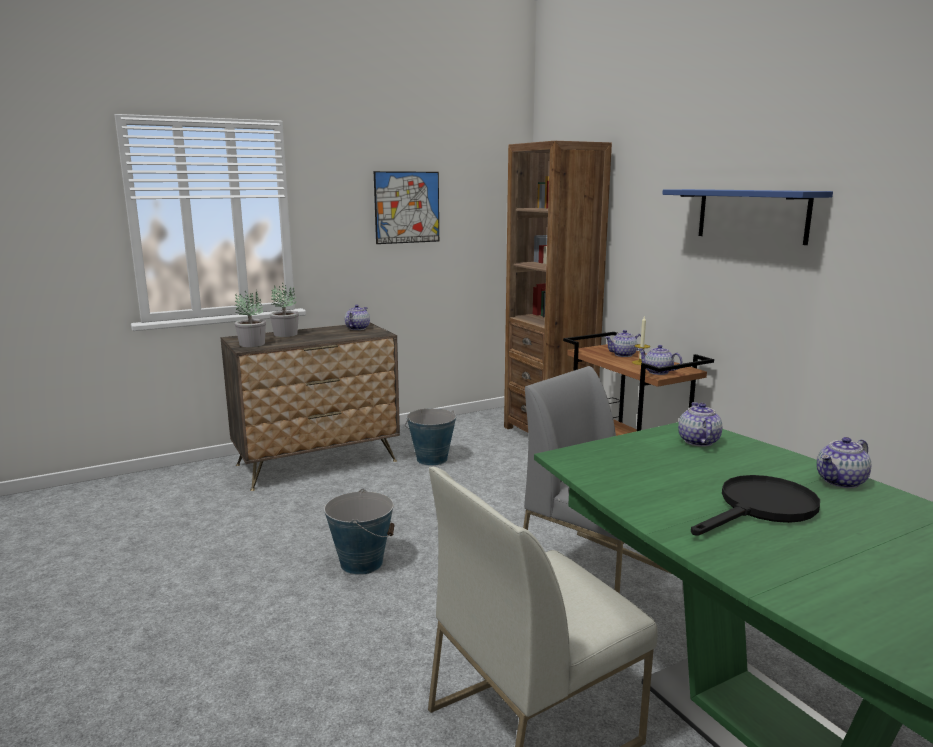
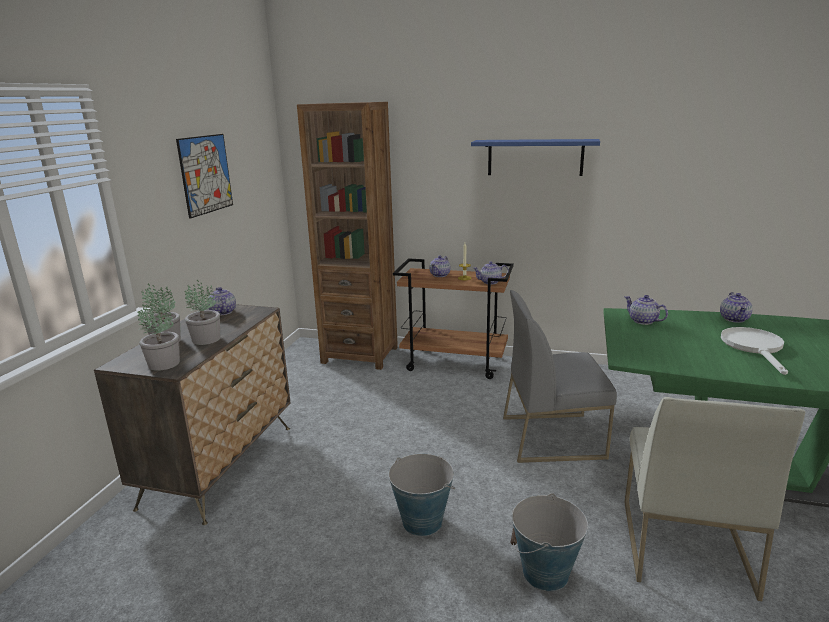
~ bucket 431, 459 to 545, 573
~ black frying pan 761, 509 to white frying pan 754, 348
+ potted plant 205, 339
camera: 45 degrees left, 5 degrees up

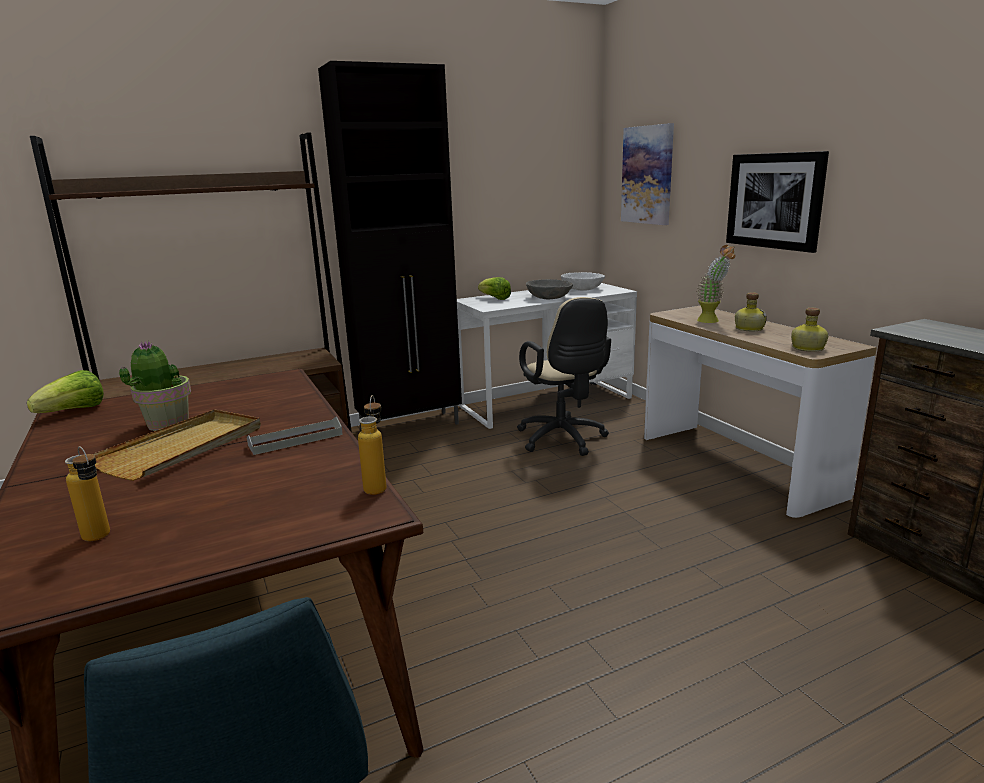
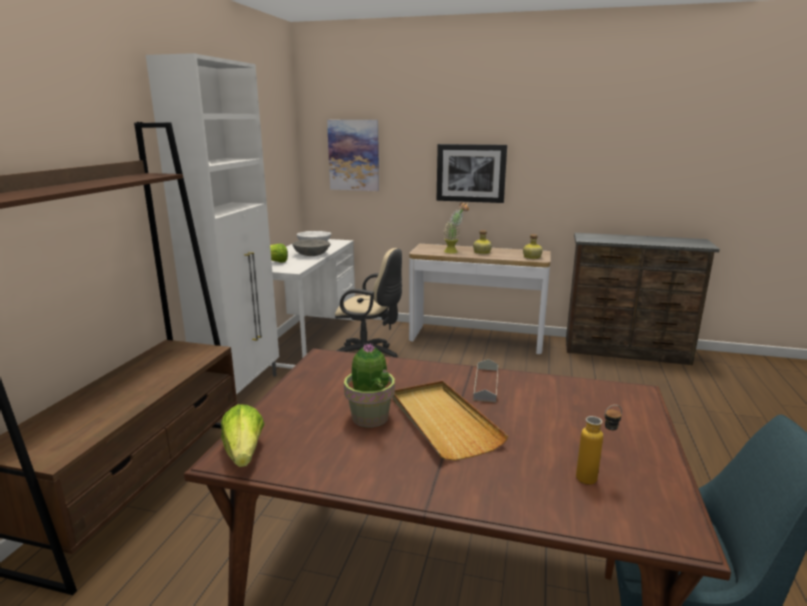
~ black cabinet 411, 426 to white cabinet 242, 391
- bottle 377, 486
camera: 50 degrees left, 0 degrees up

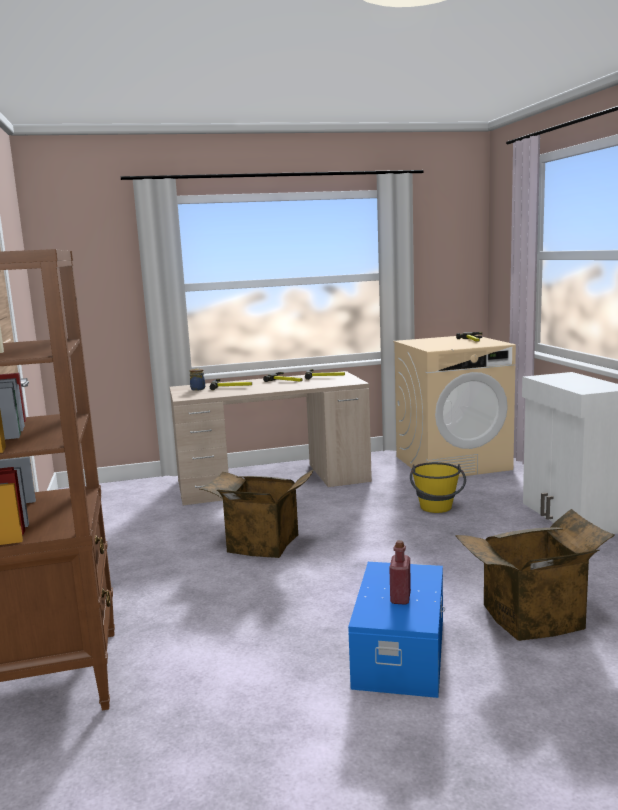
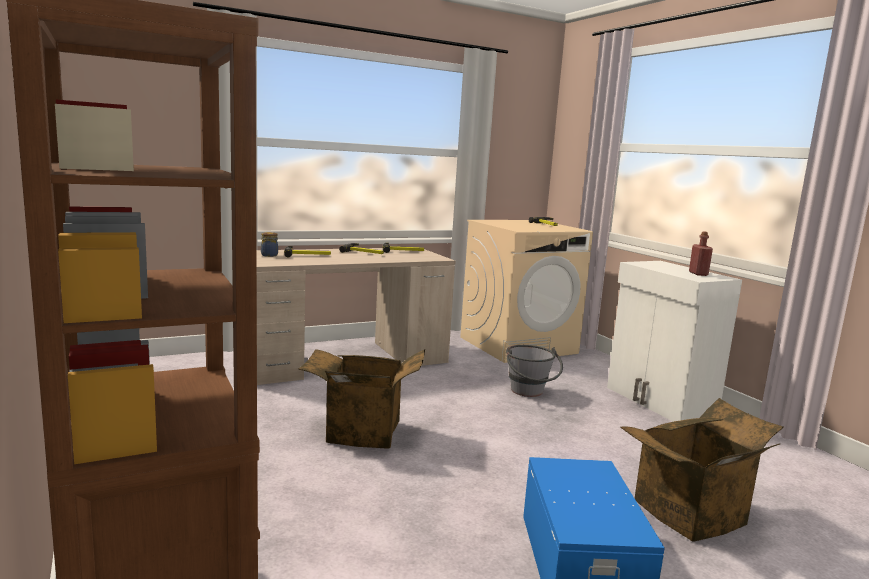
~ yellow bucket 437, 509 to grey bucket 529, 393
~ red bottle 400, 598 to 698, 274
camera: 15 degrees left, 0 degrees up

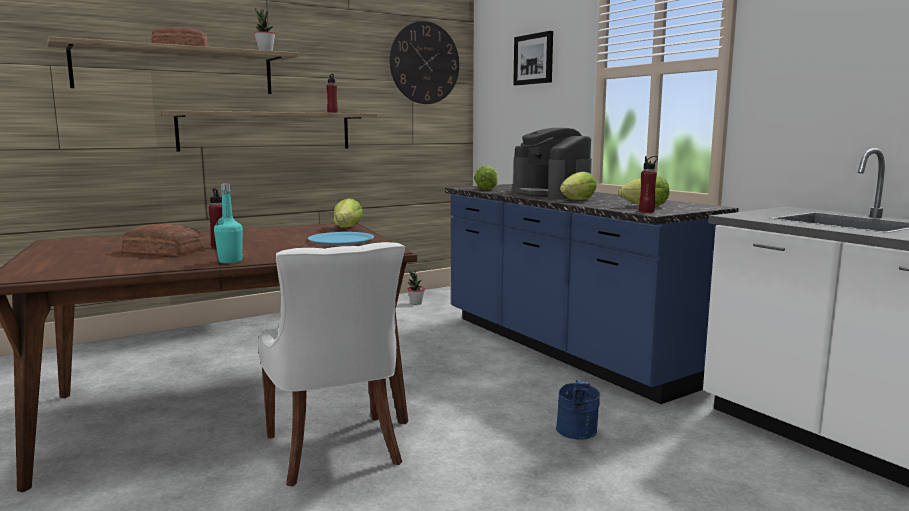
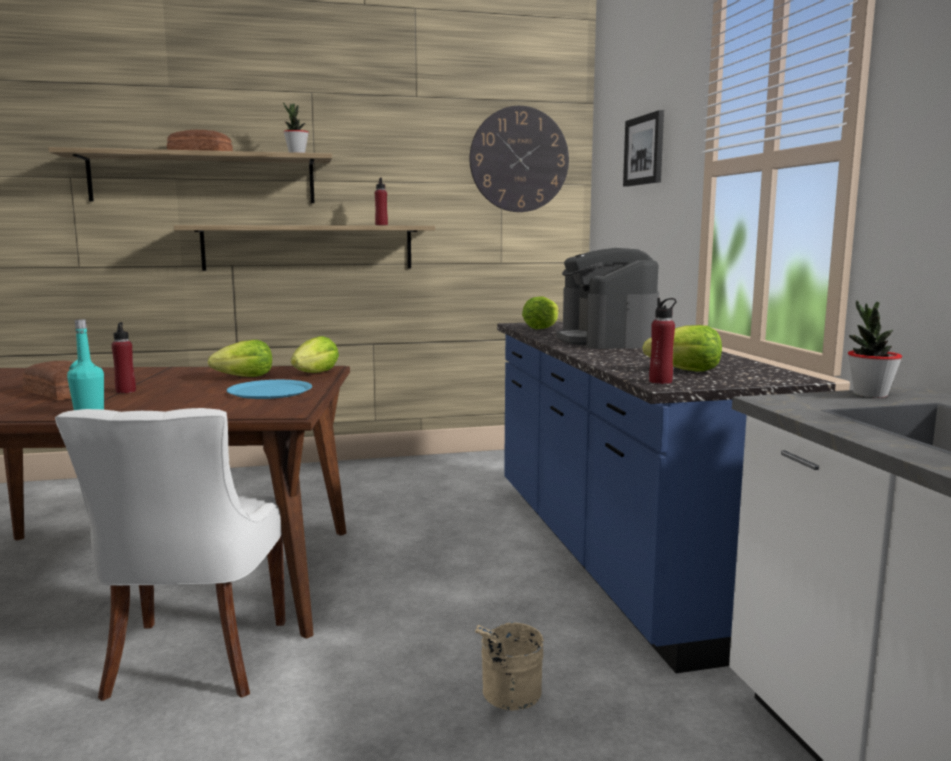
~ lettuce 578, 200 to 245, 377
~ potted plant 416, 303 to 870, 394
~ blue bucket 577, 434 to beige bucket 507, 699
camera: 20 degrees right, 0 degrees up

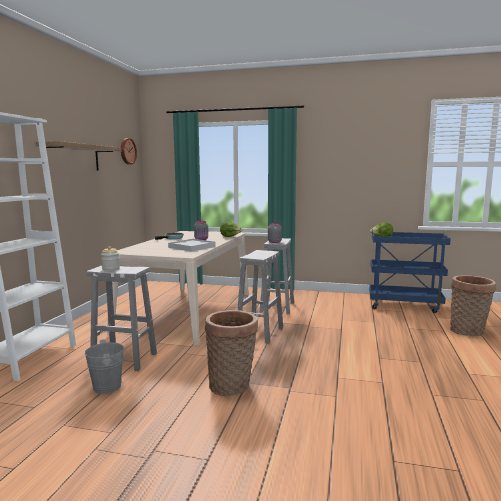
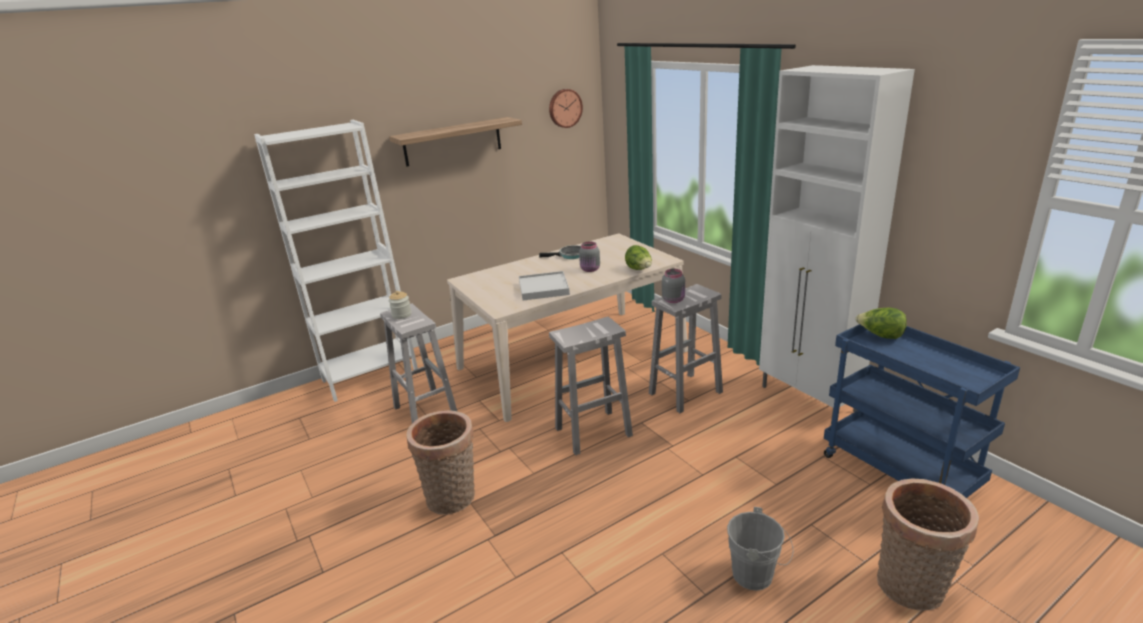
~ grey bucket 110, 386 to 757, 575
+ white cabinet 808, 399
camera: 45 degrees right, 15 degrees up

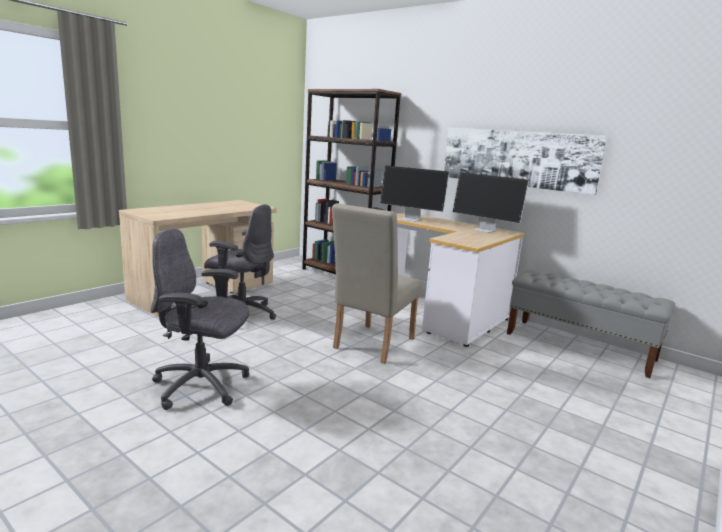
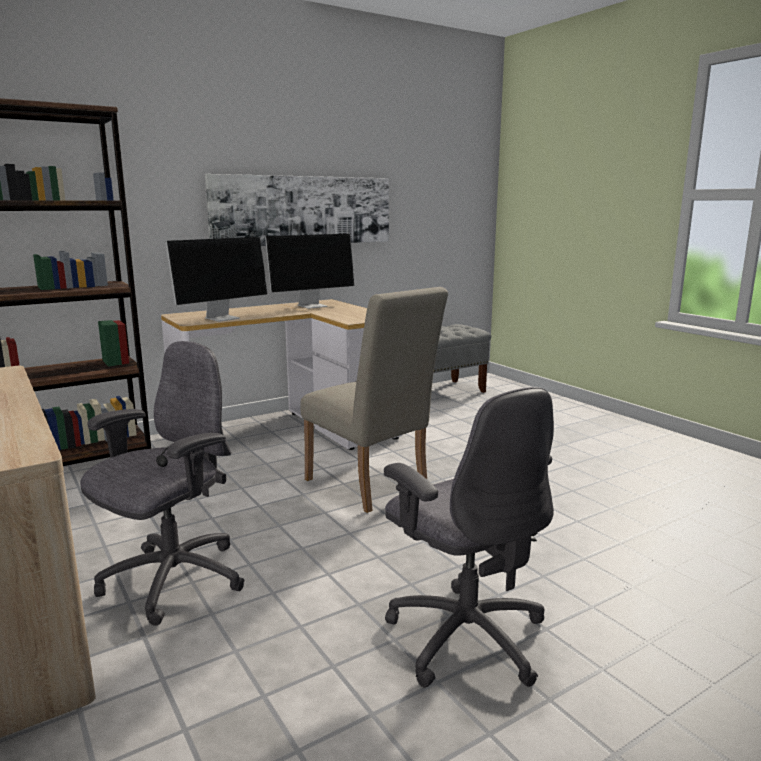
~ grey office chair 202, 386 = 466, 636 60 degrees counterclockwise
camera: 70 degrees left, 0 degrees up

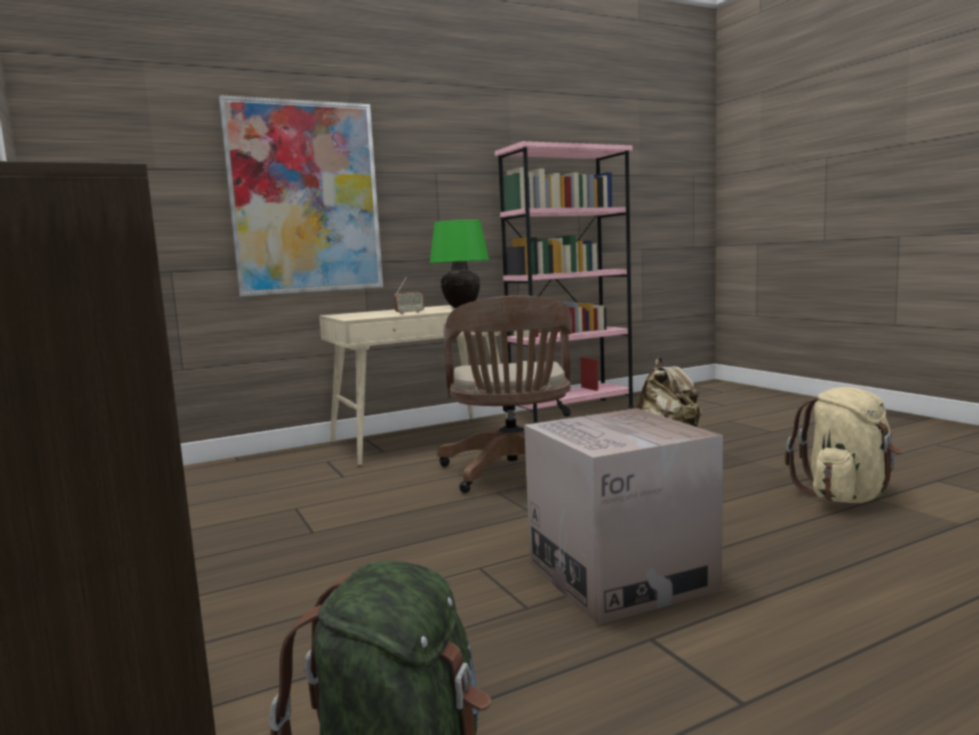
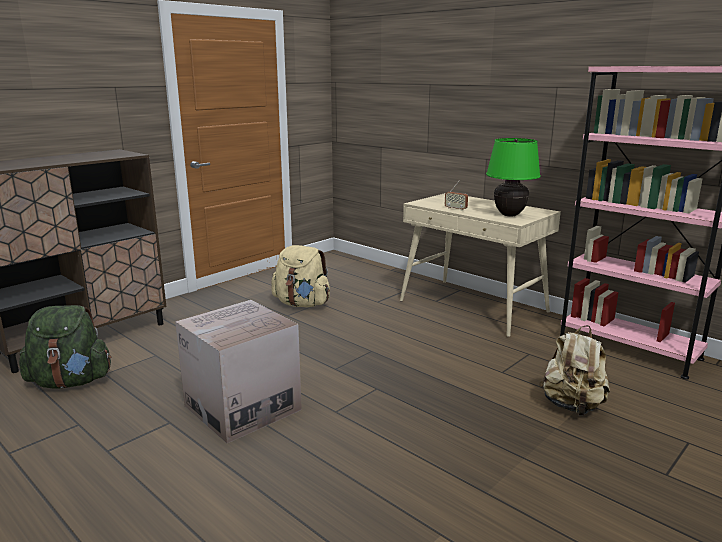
- picture 305, 198
- brown office chair 513, 473
~ beige backpack 846, 496 to 302, 304
camera: 70 degrees right, 10 degrees up

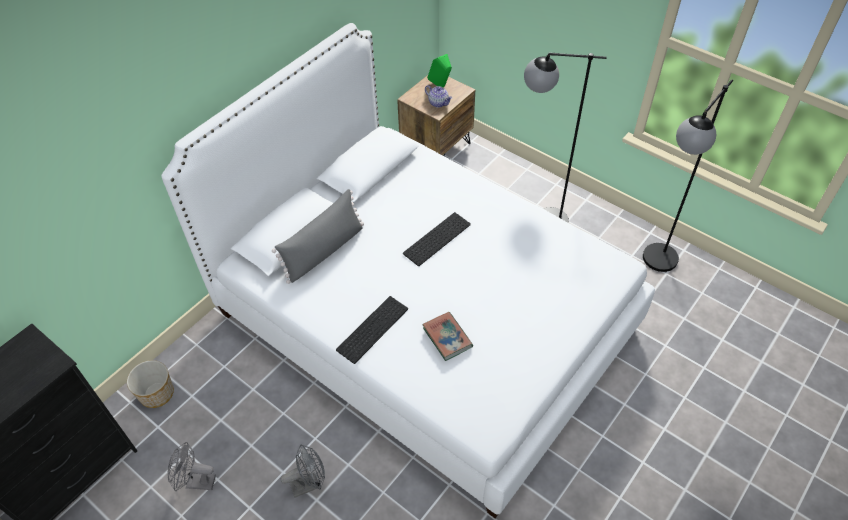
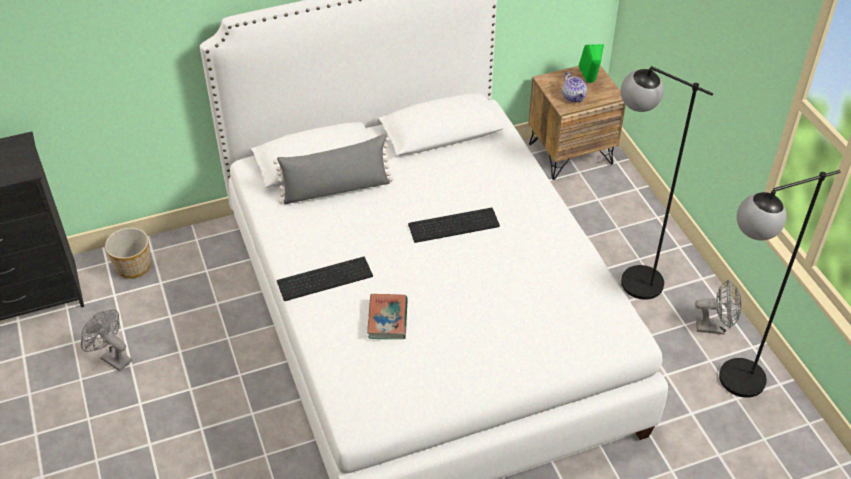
~ grey fan 309, 483 to 715, 327
camera: 30 degrees right, 5 degrees down

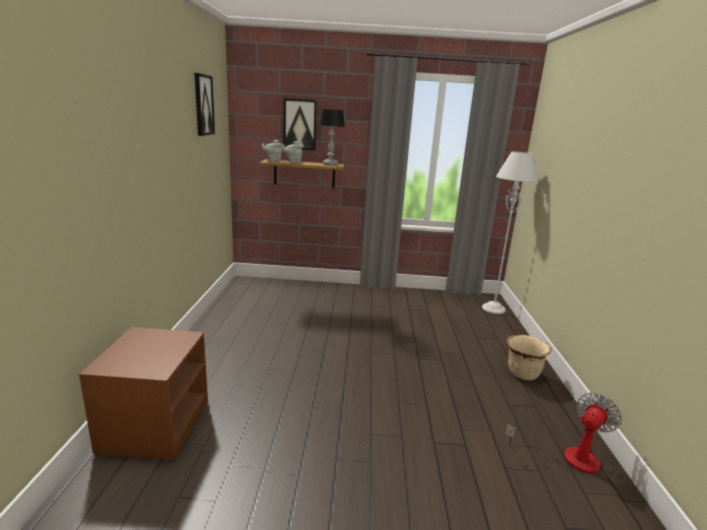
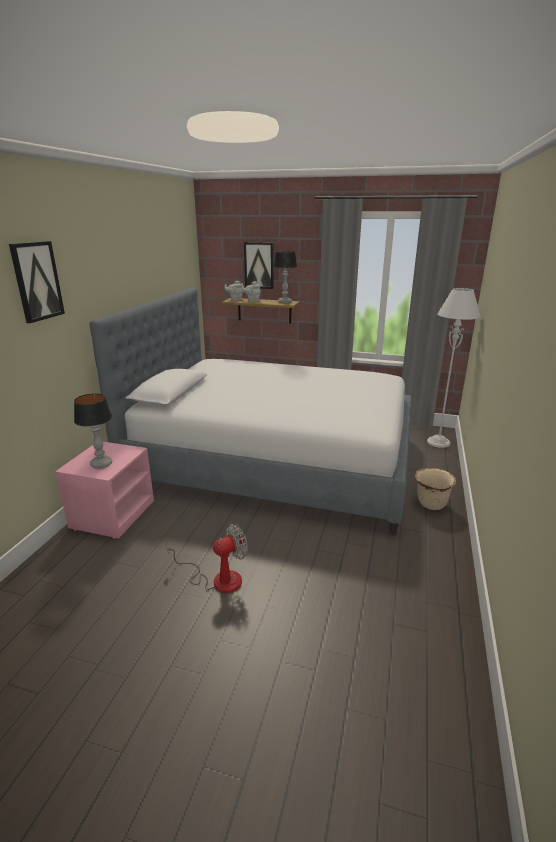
~ picture 203, 105 to 37, 281
~ brown nightstand 155, 425 to pink nightstand 112, 514
~ fan 568, 459 to 217, 579
+ bed 275, 460
+ table lamp 102, 464
camera: 15 degrees right, 5 degrees up

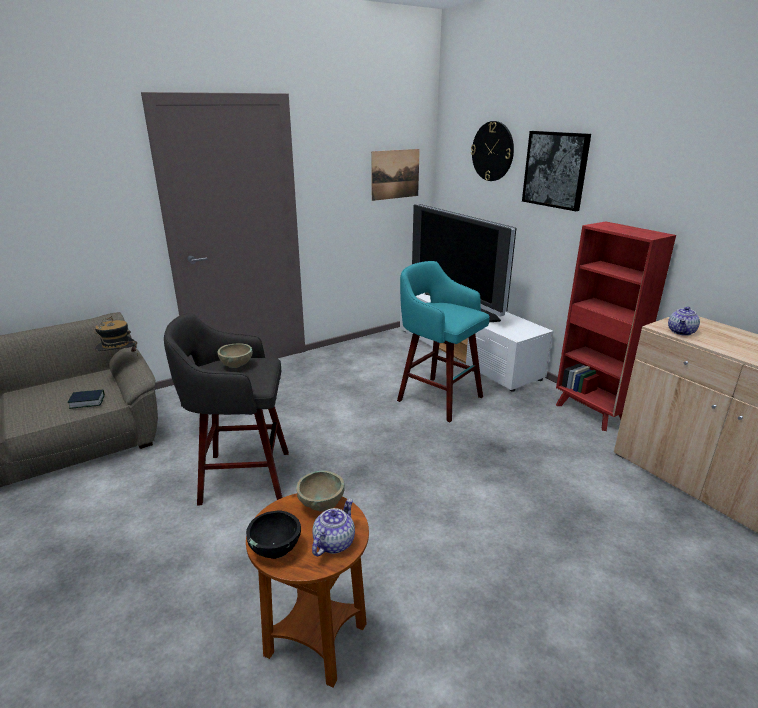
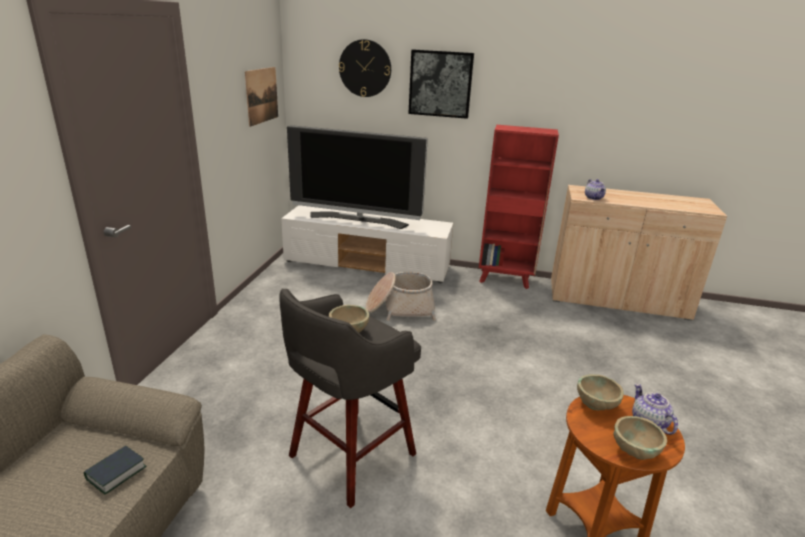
~ turquoise stool 437, 397 to basket 400, 308
- hat 119, 361
~ black bowl 275, 549 to beige bowl 633, 451
camera: 45 degrees left, 0 degrees up

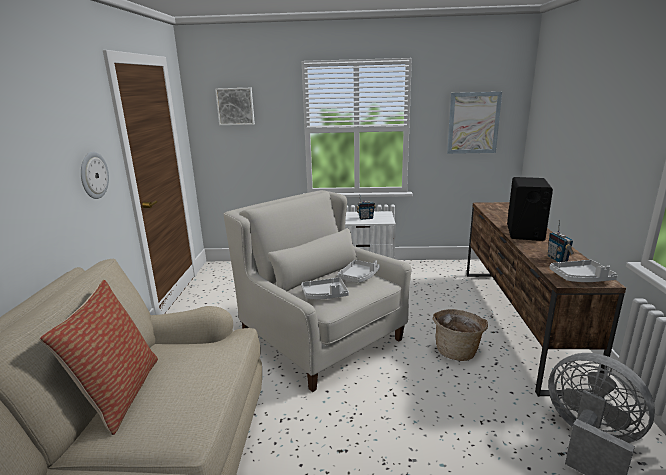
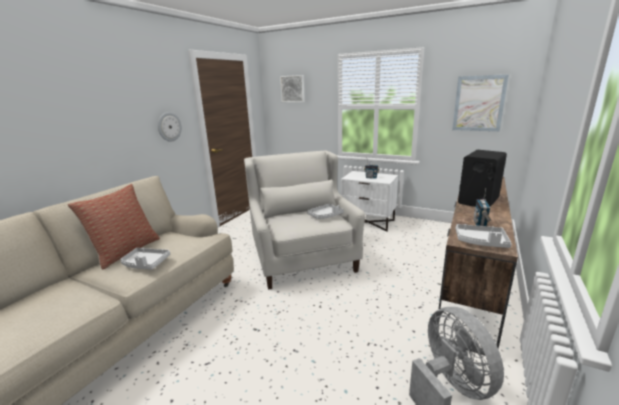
~ grey tray 325, 295 to 145, 263
- basket 457, 351
camera: 25 degrees right, 0 degrees up

